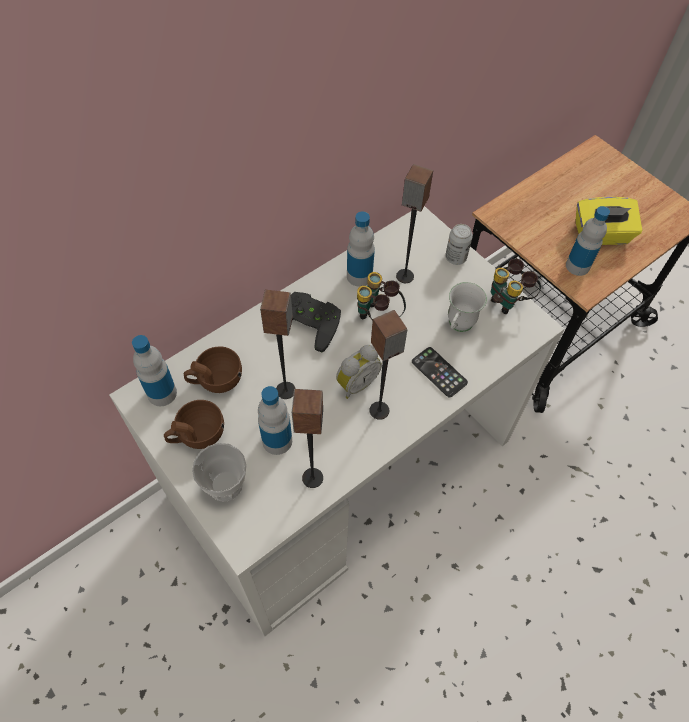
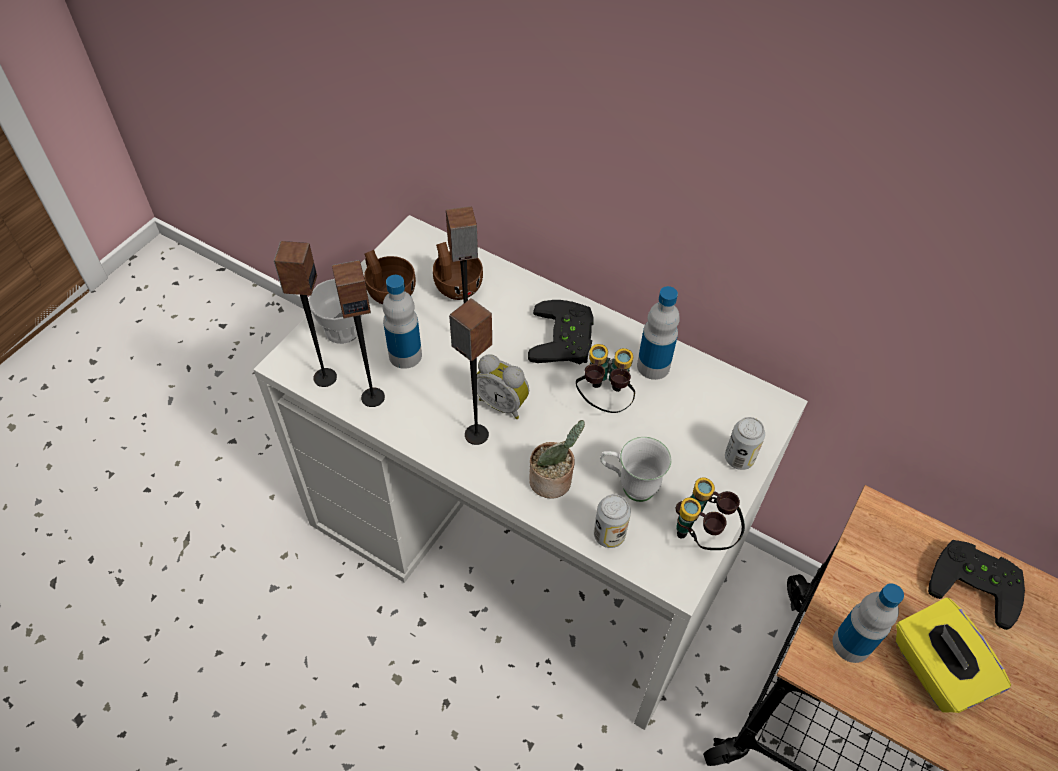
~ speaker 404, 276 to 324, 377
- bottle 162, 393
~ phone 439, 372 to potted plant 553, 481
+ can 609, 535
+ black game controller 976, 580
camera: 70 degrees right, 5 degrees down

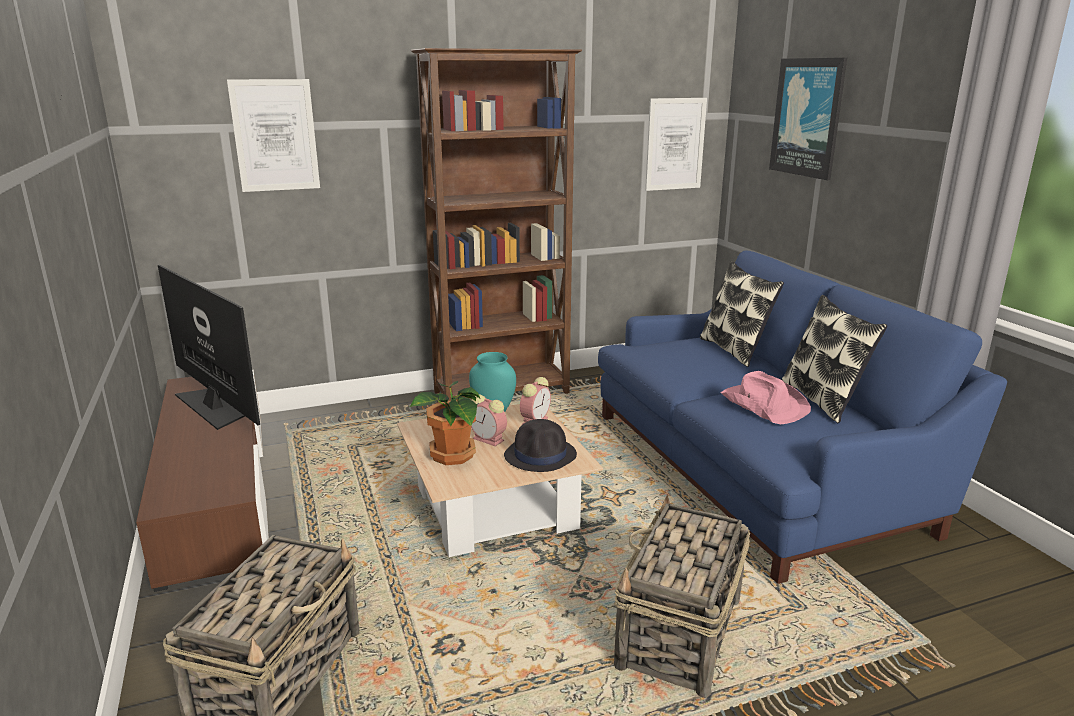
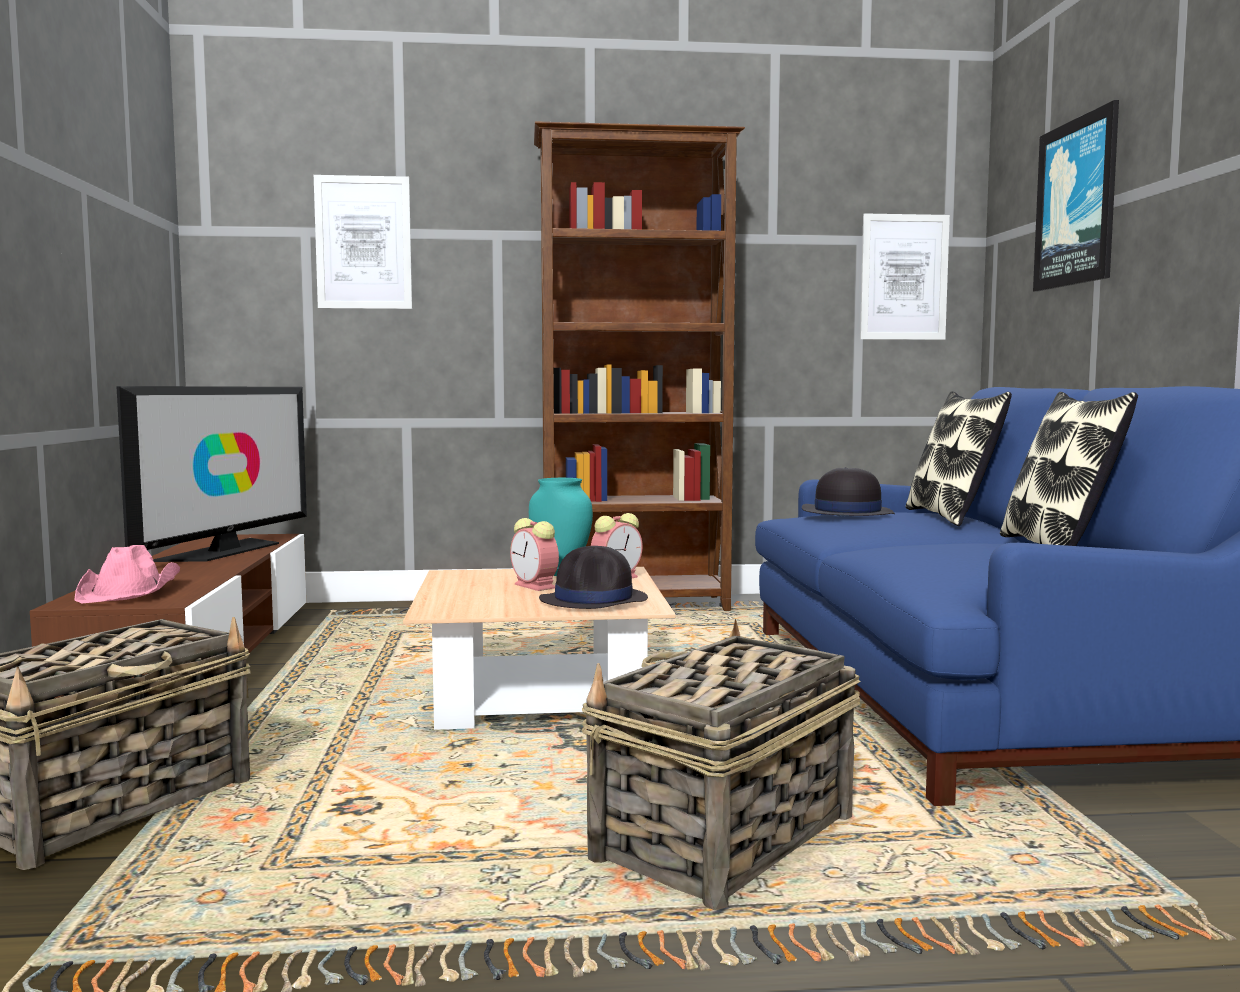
~ television 213, 406 = 224, 551 45 degrees clockwise
~ pink hat 763, 405 to 130, 591
- potted plant 452, 456
+ black hat 846, 512
camera: 15 degrees right, 15 degrees down

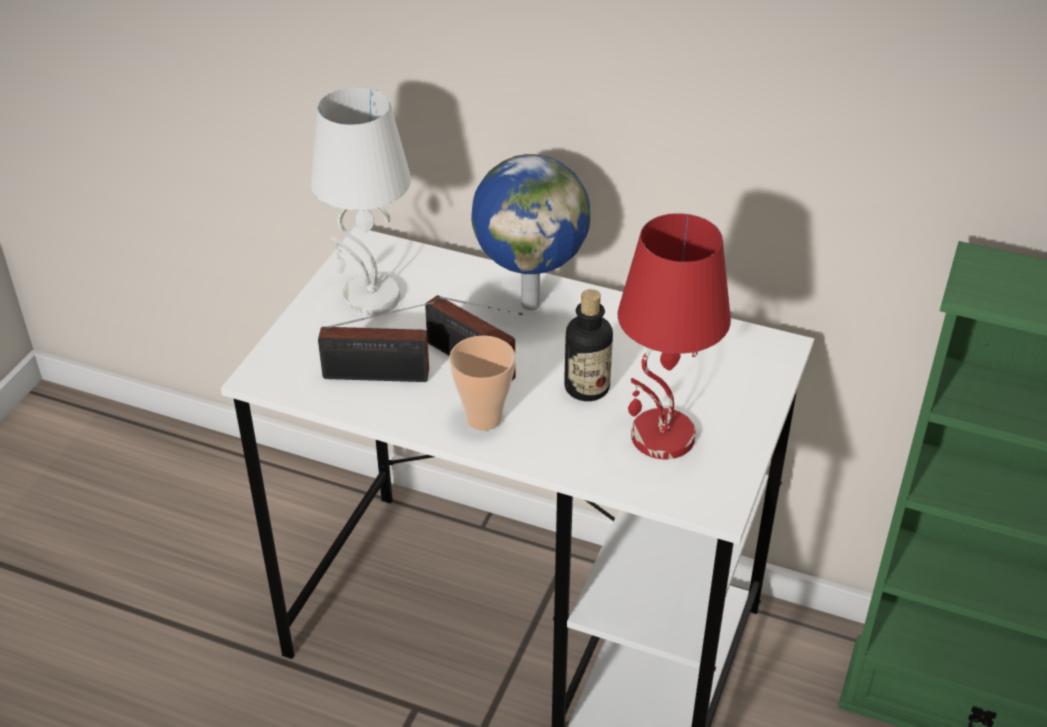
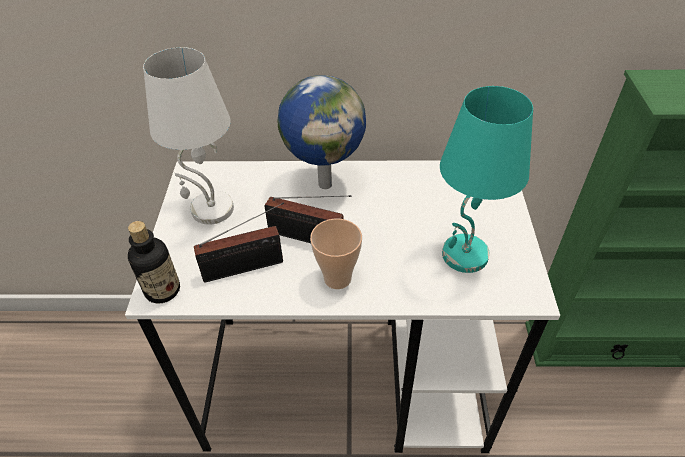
~ red table lamp 661, 438 to turquoise table lamp 464, 256
~ bottle 587, 387 to 162, 290
camera: 20 degrees left, 5 degrees up

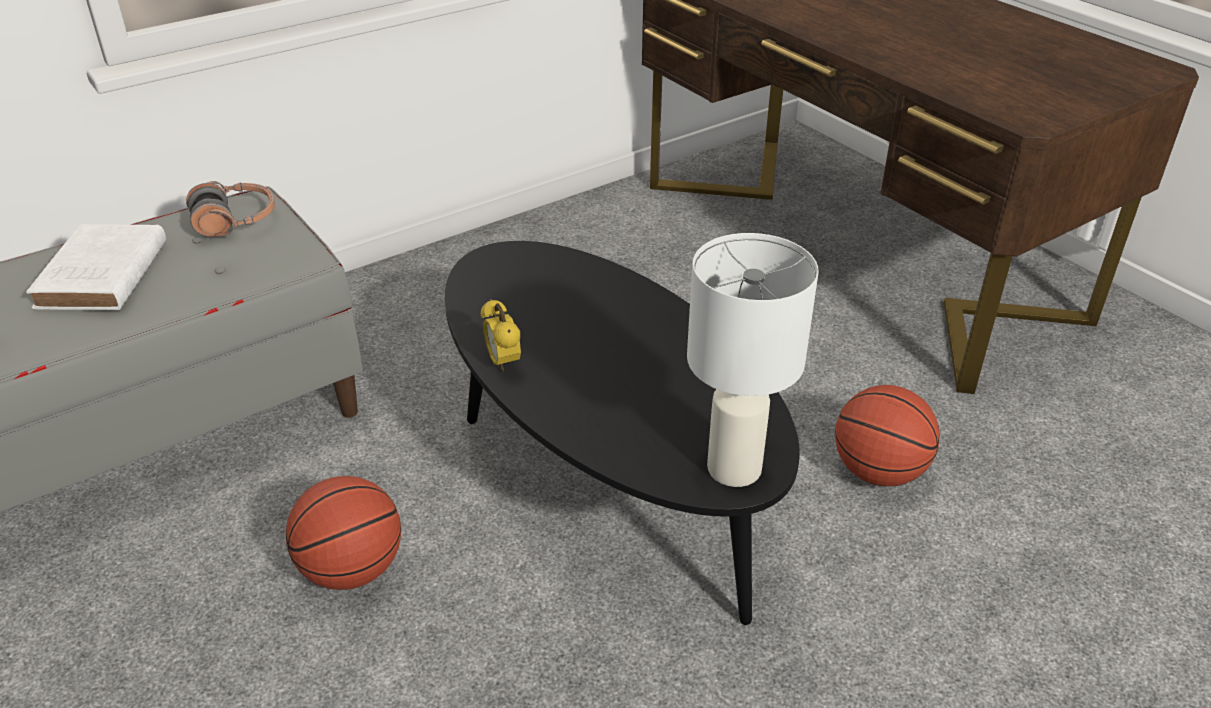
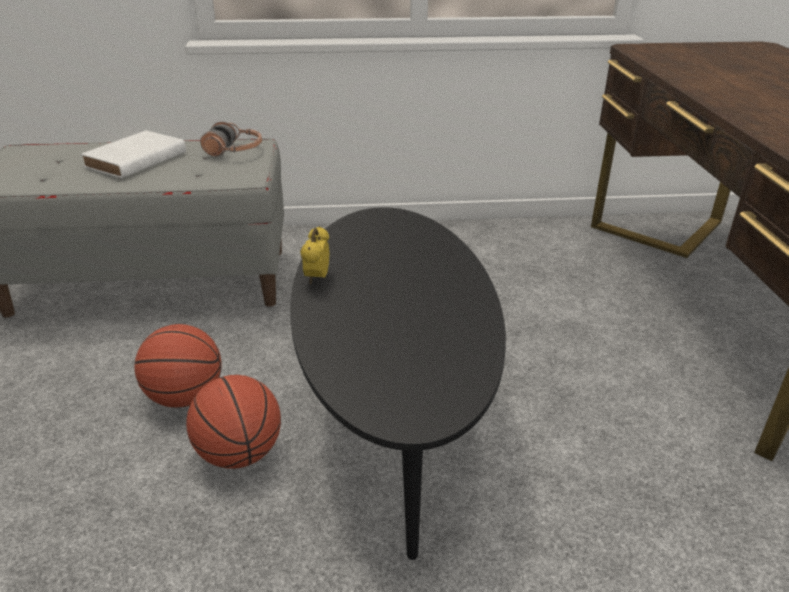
- white table lamp 736, 469
~ basketball 879, 472 to 240, 454
camera: 30 degrees right, 5 degrees down

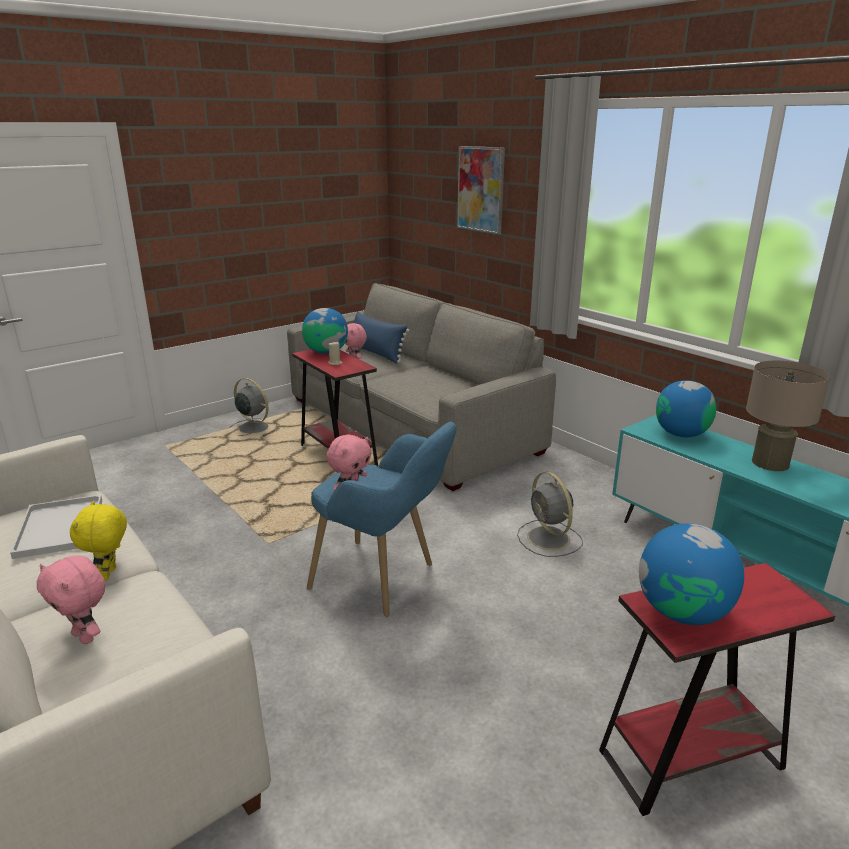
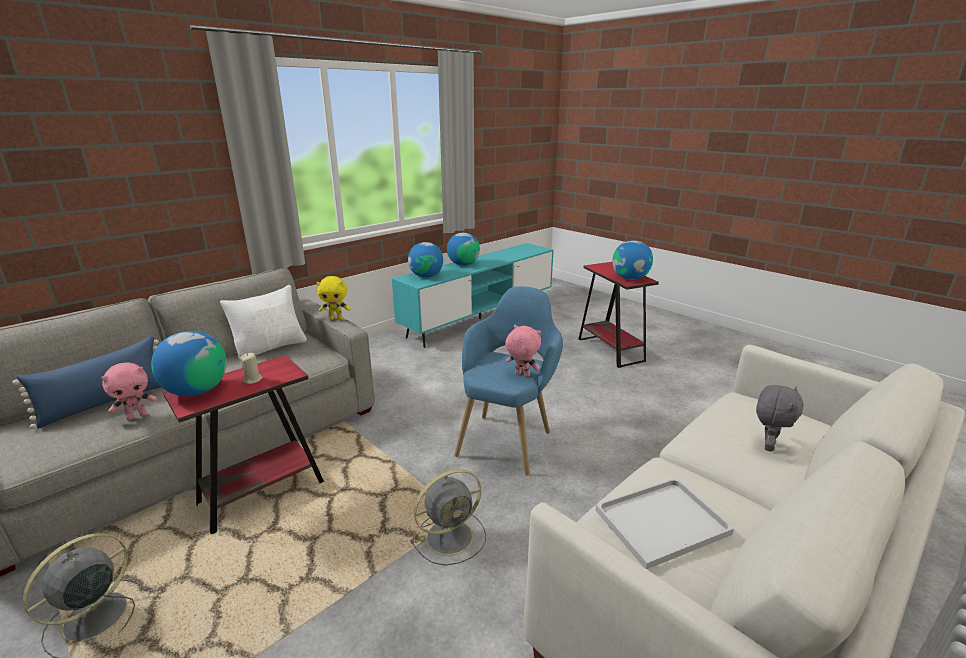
- picture 481, 189
~ beige table lamp 770, 463 to globe 463, 264
~ grey fan 549, 539 to 451, 536
~ yellow plush toy 109, 574 to 336, 318
~ pink plush toy 85, 636 to grey plush toy 767, 445
+ white pillow 271, 347
camera: 95 degrees left, 0 degrees up

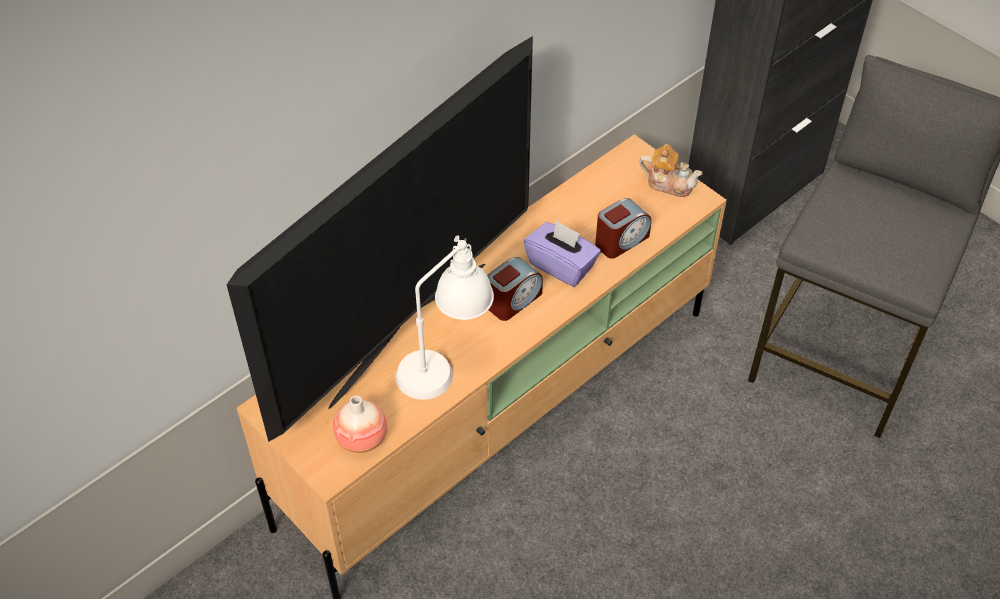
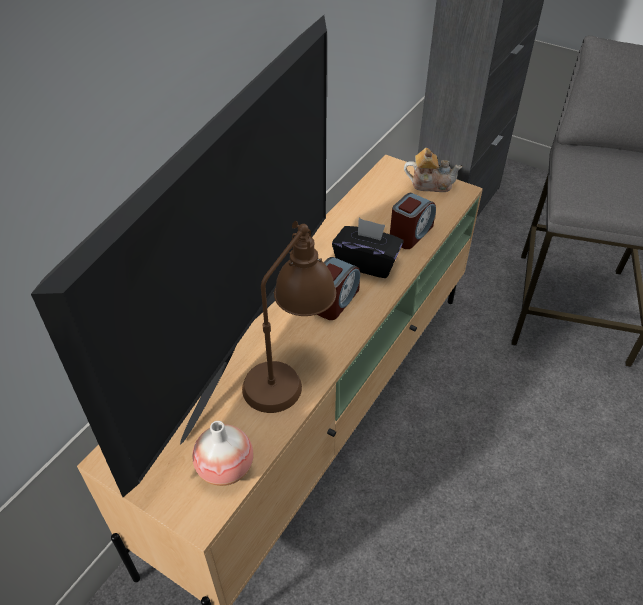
~ purple tissue box 561, 265 to black tissue box 367, 263
~ white table lamp 445, 363 to brown table lamp 289, 371
camera: 15 degrees left, 5 degrees down

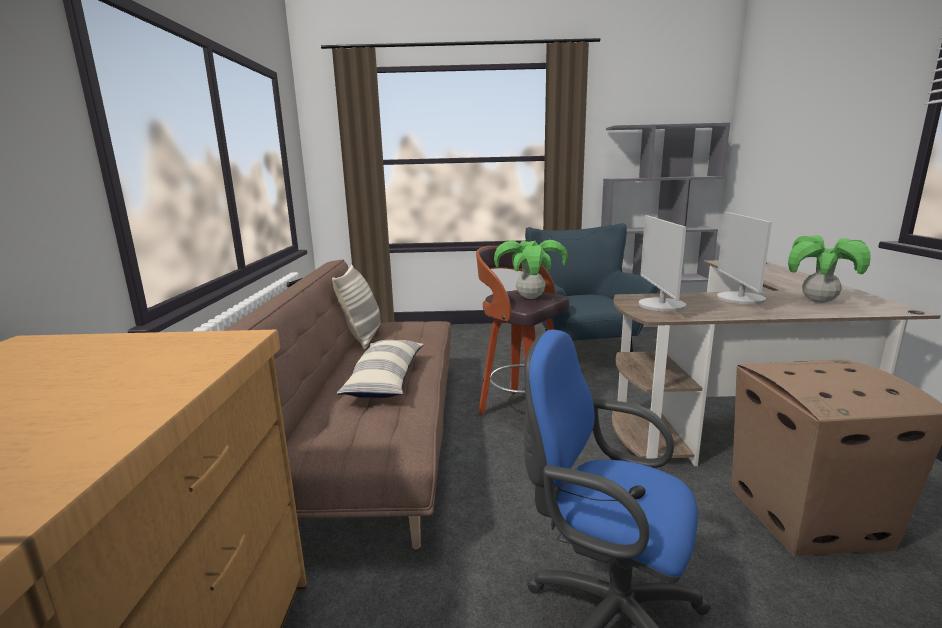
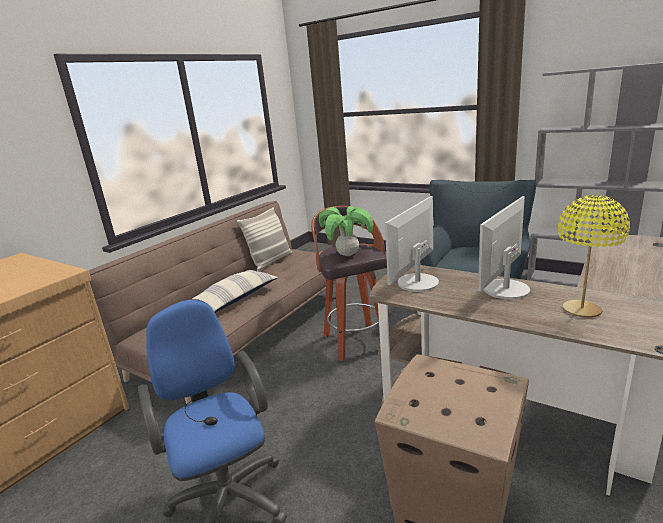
~ potted plant 818, 301 to yellow table lamp 581, 310
camera: 35 degrees right, 5 degrees up

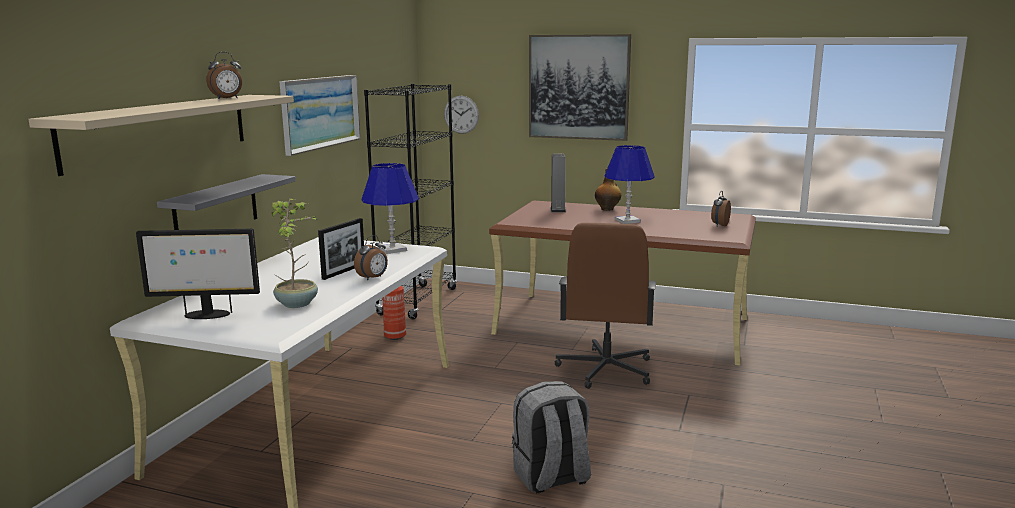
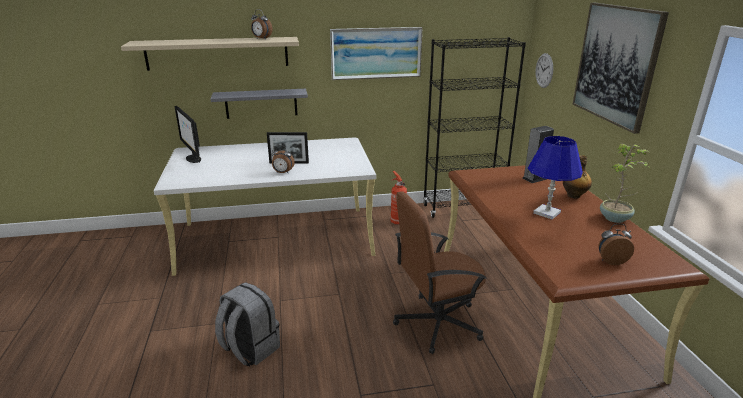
- blue table lamp 392, 249
~ potted plant 297, 303 to 615, 218
camera: 60 degrees right, 10 degrees up

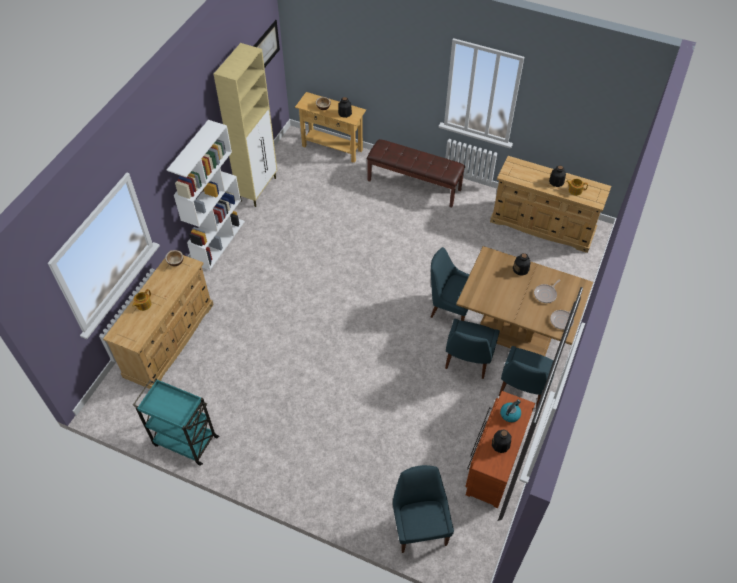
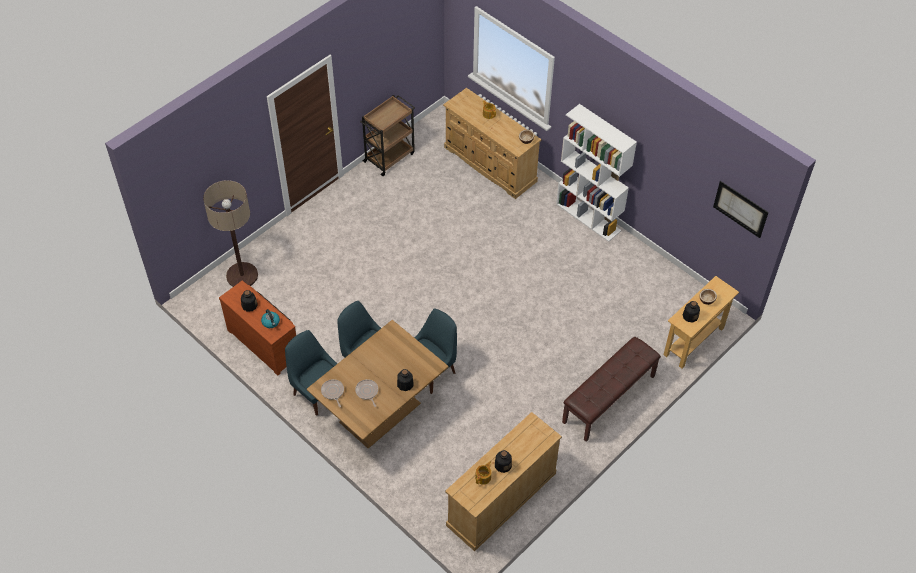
- beige cabinet 258, 189
~ turquoise cart 184, 440 to brown cart 390, 157
~ blue chair 420, 527 to floor lamp 242, 276
camera: 110 degrees right, 0 degrees up

